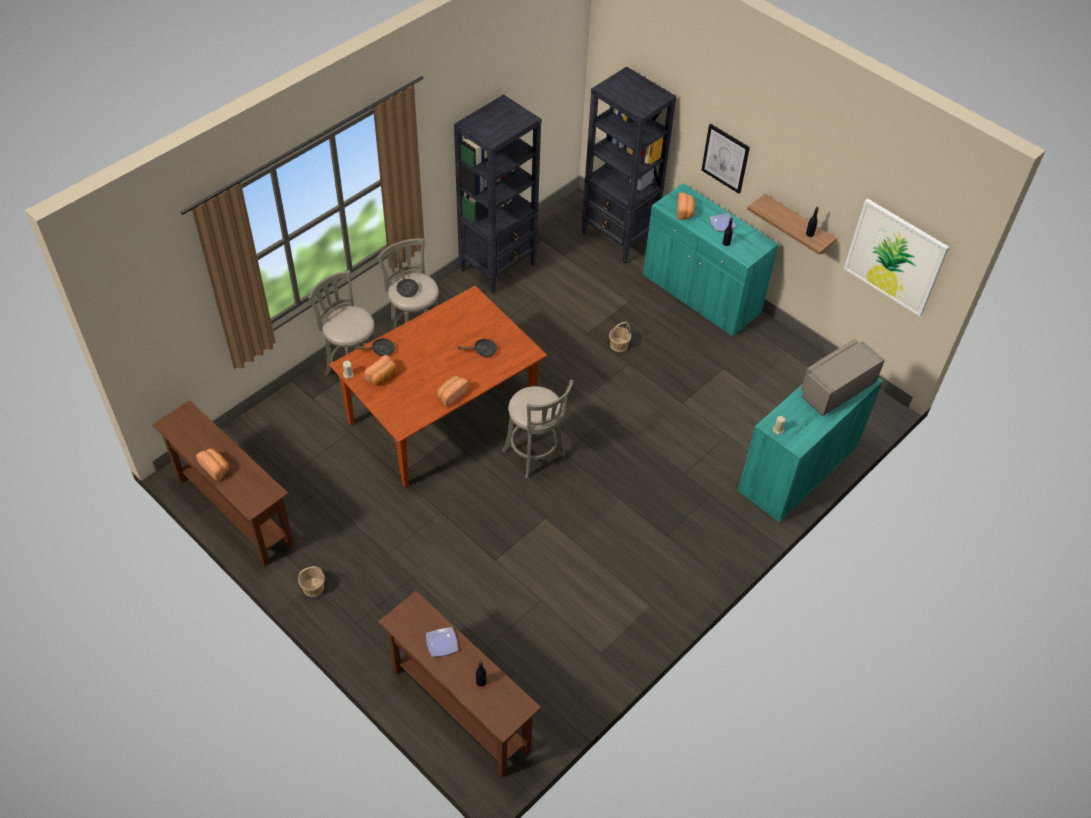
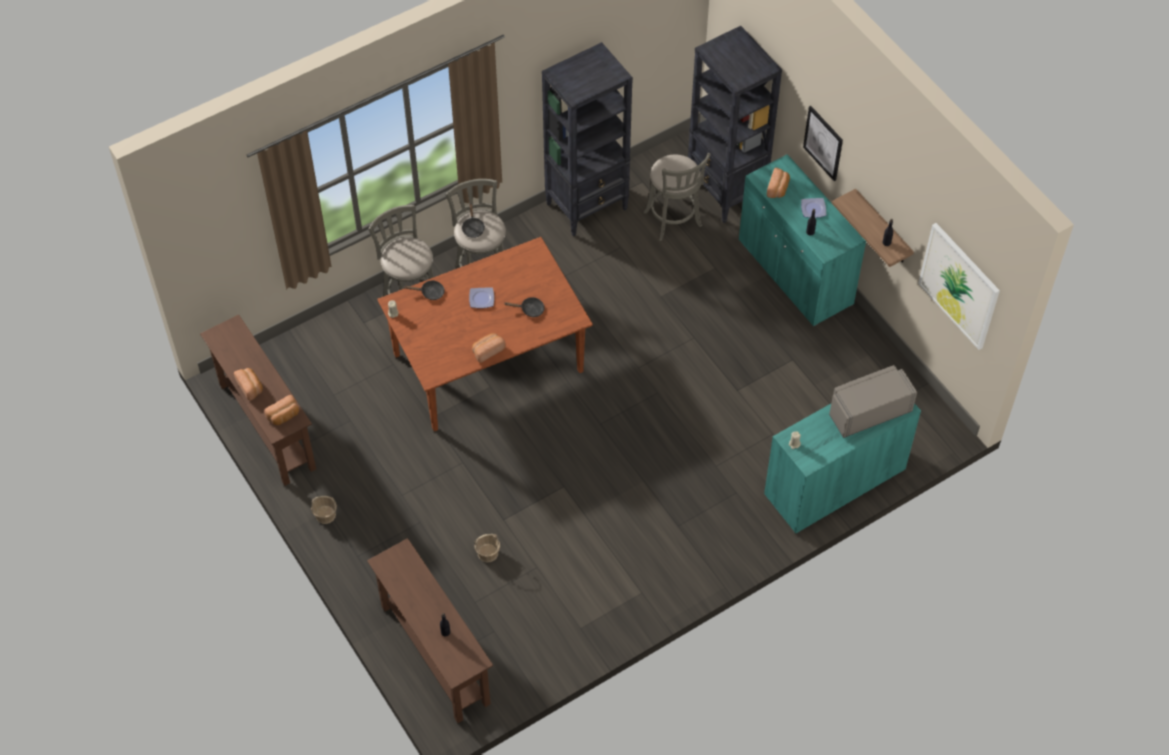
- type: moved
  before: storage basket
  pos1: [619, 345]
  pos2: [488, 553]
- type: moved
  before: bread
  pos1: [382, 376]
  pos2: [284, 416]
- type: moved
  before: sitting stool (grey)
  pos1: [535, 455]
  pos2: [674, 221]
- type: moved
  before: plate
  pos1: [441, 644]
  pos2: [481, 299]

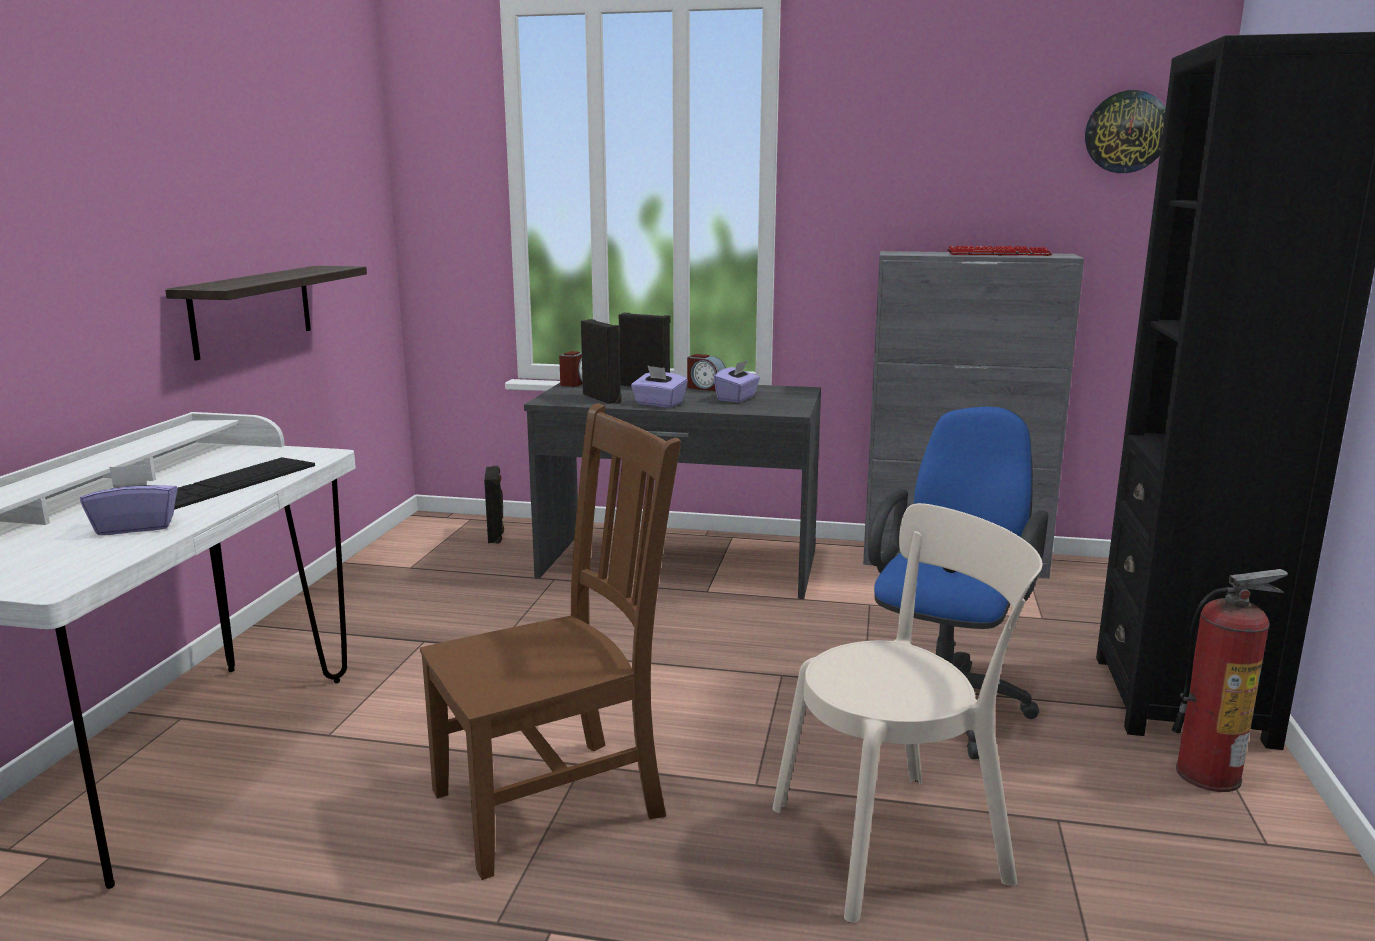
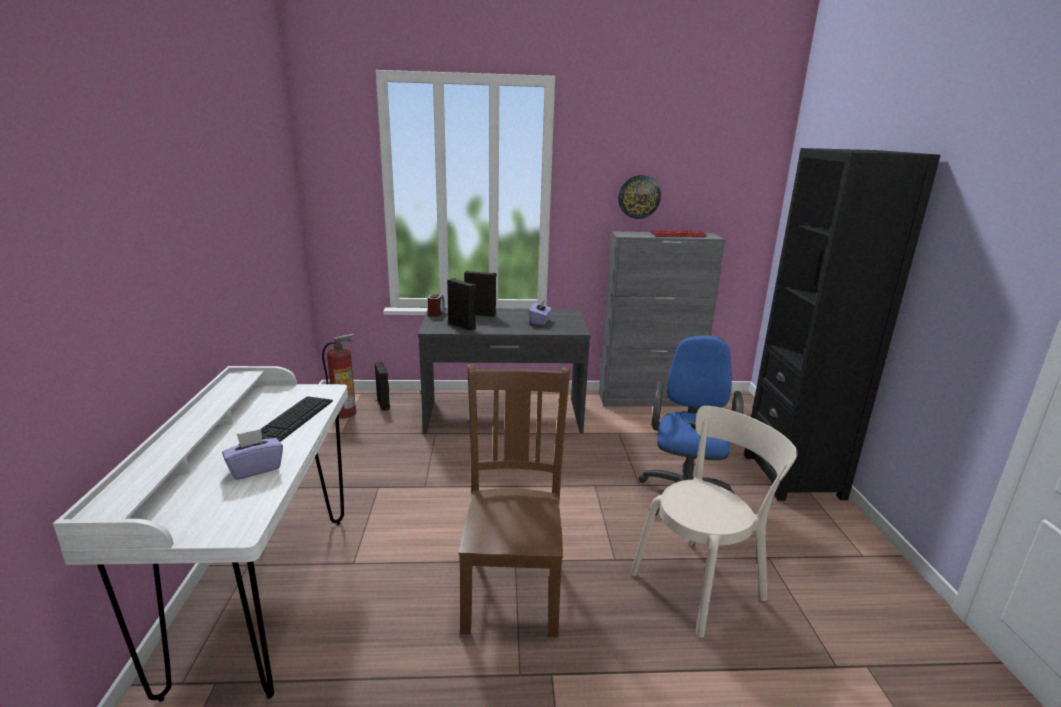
- type: moved
  before: hanging clock
  pos1: [1126, 132]
  pos2: [639, 197]
- type: removed
  before: shelf
  pos1: [252, 310]
- type: removed
  before: alarm clock
  pos1: [705, 388]
- type: removed
  before: box of tissues (purplish)
  pos1: [659, 404]
- type: turned
  before: upright chair (brownish)
  pos1: [555, 801]
  pos2: [512, 588]
  turn: -45
- type: moved
  before: fire extinguisher
  pos1: [1208, 774]
  pos2: [345, 413]

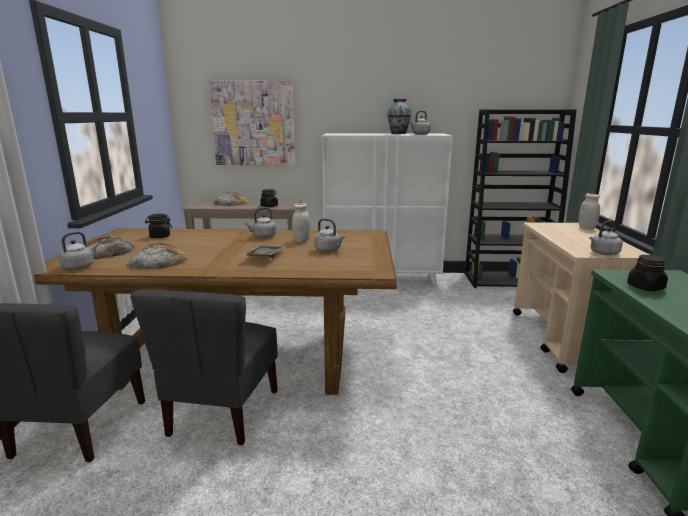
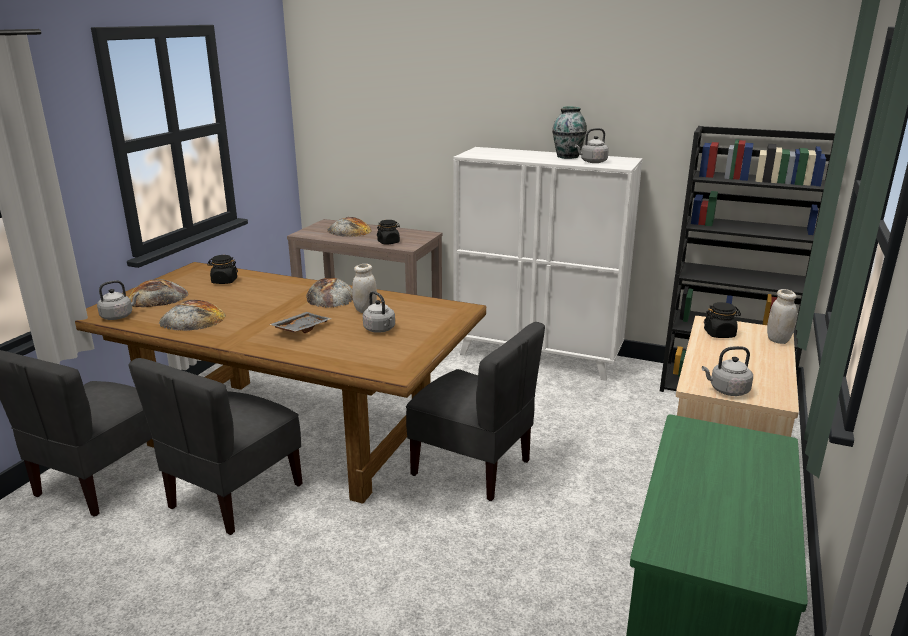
- type: removed
  before: wall art
  pos1: [253, 123]
- type: replaced
  before: tea kettle (grey)
  after: bread
  pos1: [263, 236]
  pos2: [330, 296]
- type: moved
  before: preserve jar (blackish)
  pos1: [645, 287]
  pos2: [719, 334]
- type: added
  after: upright chair (grey)
  pos2: [472, 467]

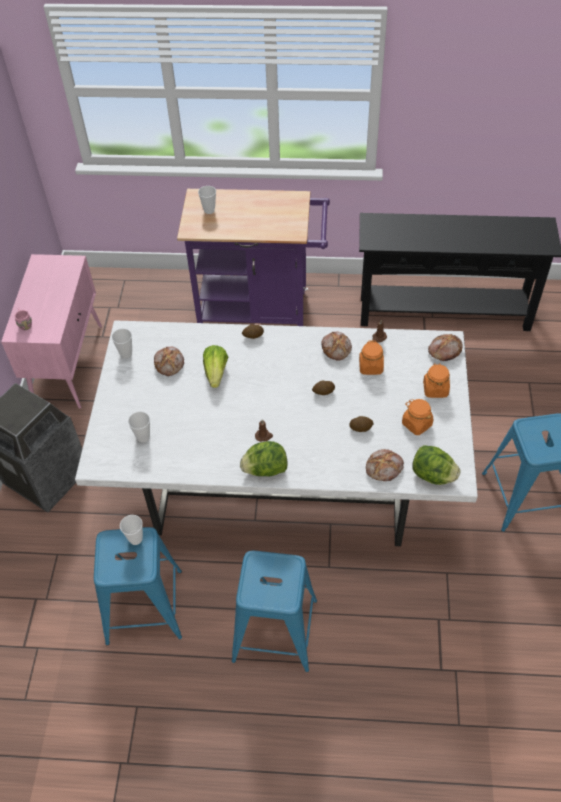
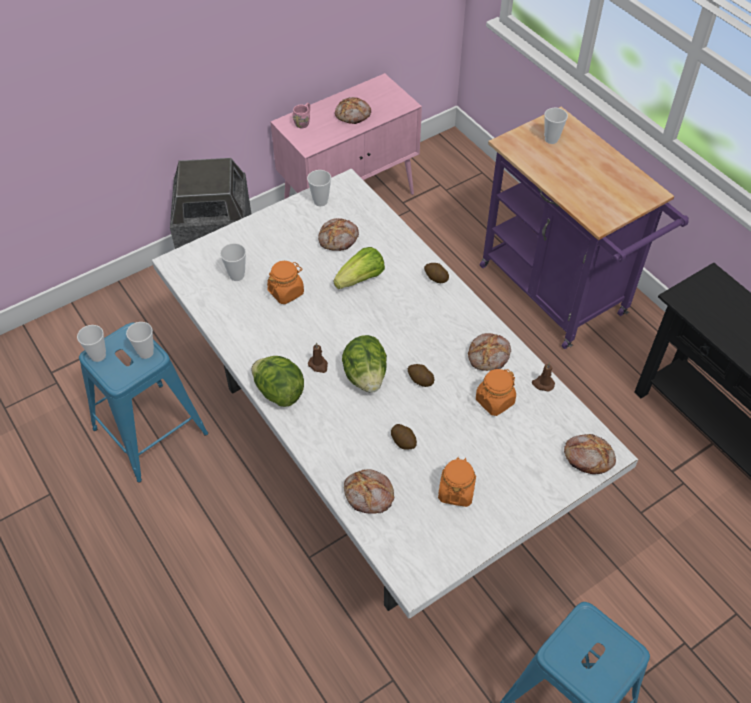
- type: moved
  before: preserve jar (orangey)
  pos1: [435, 389]
  pos2: [286, 292]
- type: moved
  before: lettuce
  pos1: [433, 475]
  pos2: [365, 376]
- type: removed
  before: sitting stool (blue)
  pos1: [275, 630]
- type: added
  after: bread
  pos2: [353, 115]
- type: added
  after: cup
  pos2: [98, 355]

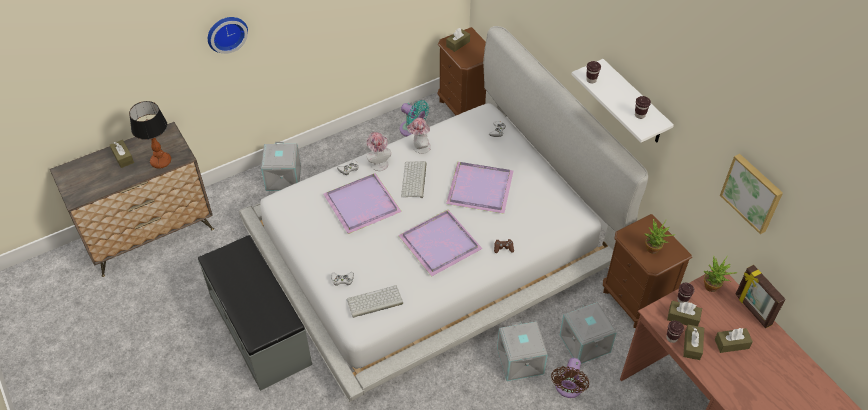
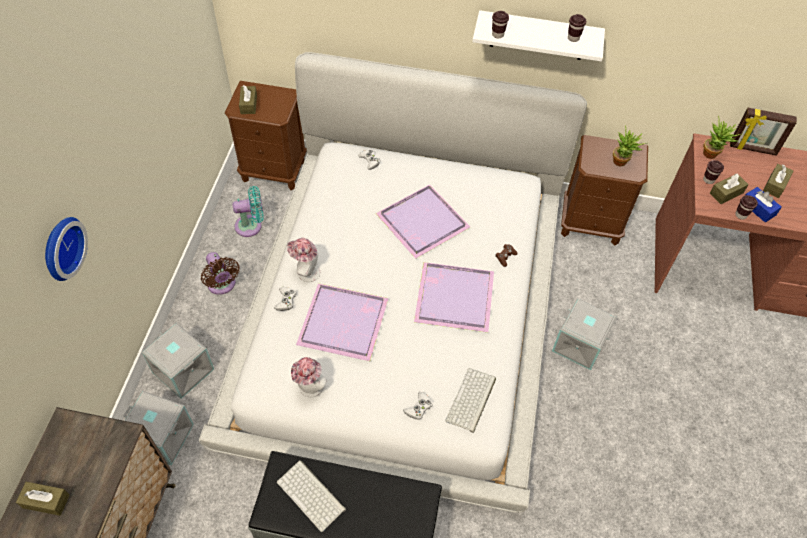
- type: removed
  before: table lamp
  pos1: [161, 162]
- type: moved
  before: wearable hat
  pos1: [419, 148]
  pos2: [309, 389]
- type: removed
  before: wall art
  pos1: [752, 192]
- type: moved
  before: computer keyboard
  pos1: [414, 180]
  pos2: [312, 495]
- type: moved
  before: storage container (grey)
  pos1: [586, 343]
  pos2: [163, 436]
- type: recoloured
  before: box of tissues (brownish)
  after: box of tissues (blue)
  pos1: [692, 345]
  pos2: [758, 209]
- type: moved
  before: electric fan (brownish)
  pos1: [568, 388]
  pos2: [222, 285]

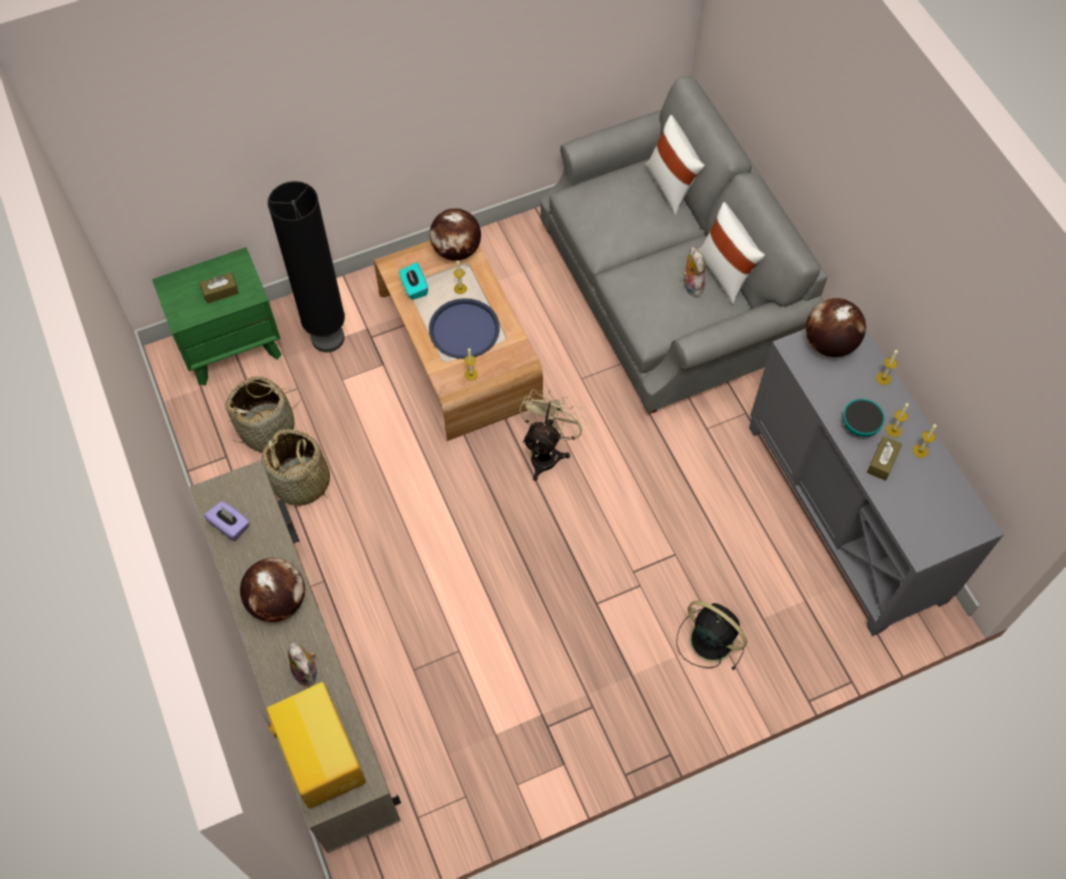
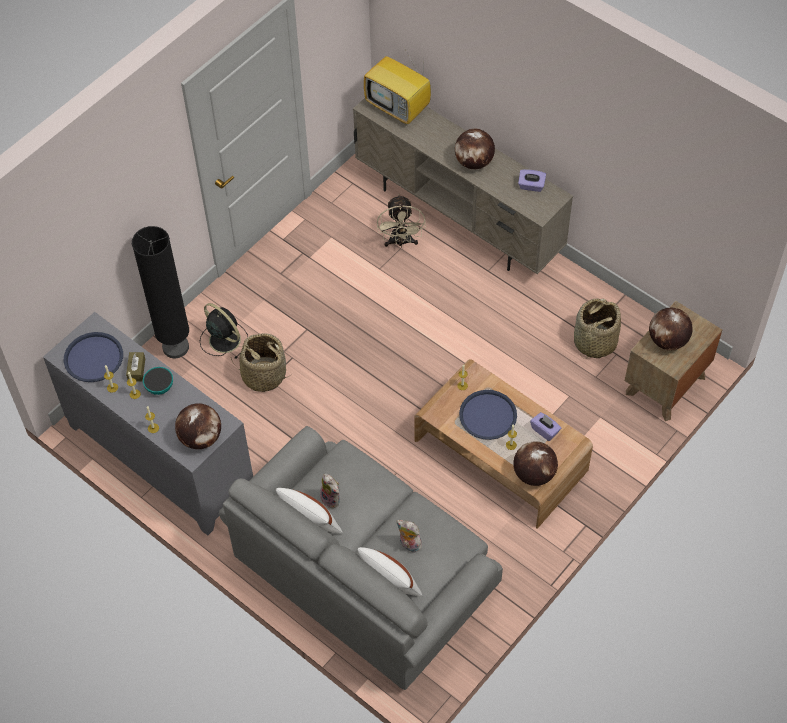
- type: moved
  before: floor lamp (blackish)
  pos1: [328, 338]
  pos2: [175, 347]
- type: recoloured
  before: nightstand (green)
  after: nightstand (brownish)
  pos1: [232, 345]
  pos2: [665, 385]
- type: recoloured
  before: box of tissues (turquoise)
  after: box of tissues (purplish)
  pos1: [414, 288]
  pos2: [545, 430]
- type: replaced
  before: box of tissues (brownish)
  after: desk globe
  pos1: [220, 292]
  pos2: [667, 341]
- type: moved
  before: electric fan (beige)
  pos1: [547, 452]
  pos2: [401, 242]
- type: moved
  before: storage basket
  pos1: [301, 482]
  pos2: [263, 375]
- type: turned
  before: electric fan (blackish)
  pos1: [709, 639]
  pos2: [223, 339]
  turn: -150
- type: moved
  before: plush toy
  pos1: [307, 672]
  pos2: [409, 545]
- type: added
  after: serving tray (blue)
  pos2: [93, 358]

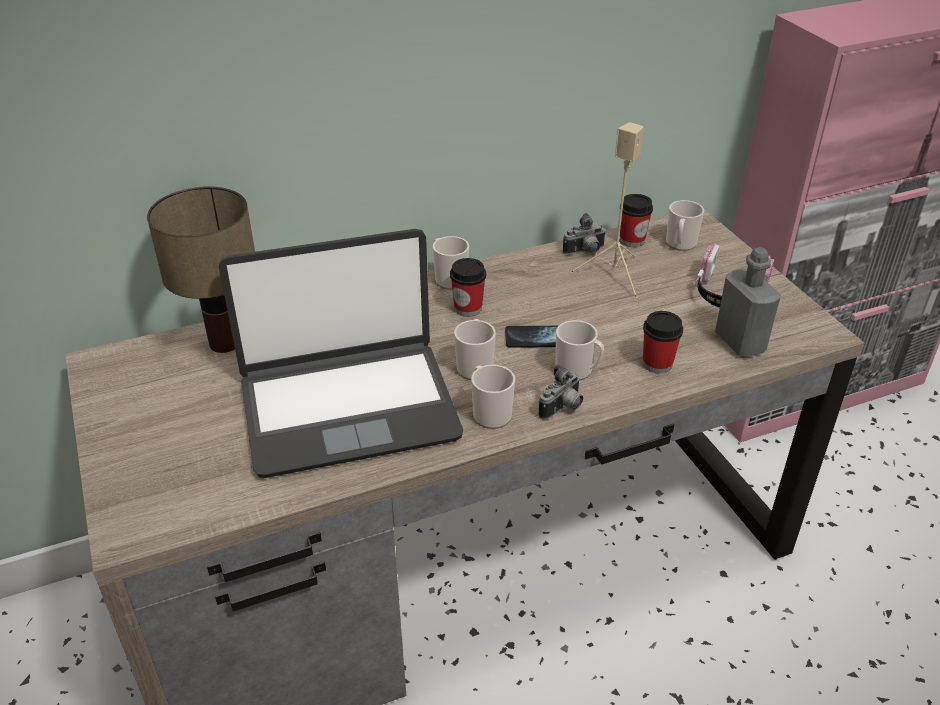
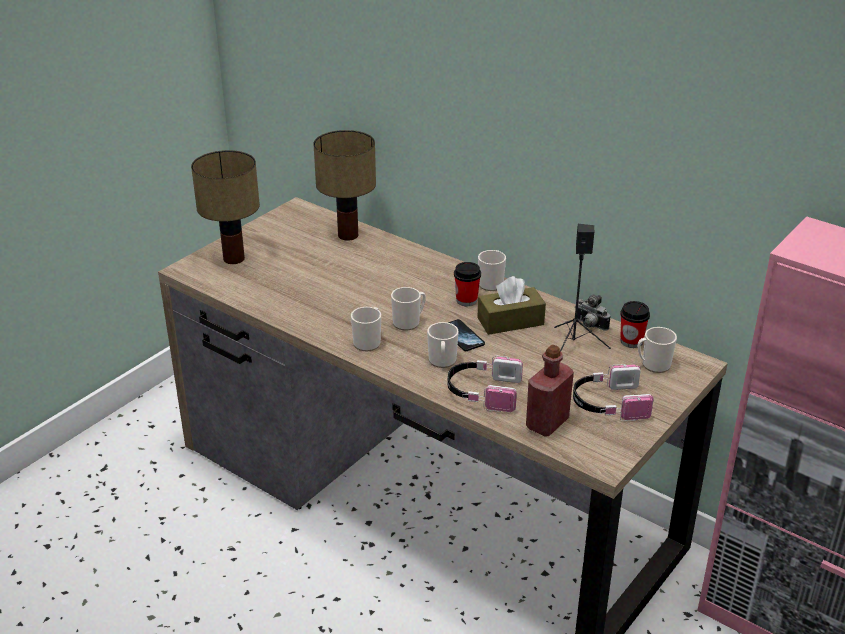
- type: recoloured
  before: loudspeaker (beige)
  after: loudspeaker (blackish)
  pos1: [614, 275]
  pos2: [573, 346]
- type: removed
  before: portable computer
  pos1: [348, 407]
- type: recoloured
  before: drink bottle (grey)
  after: drink bottle (reddish)
  pos1: [740, 342]
  pos2: [547, 423]
- type: replaced
  before: cup
  after: pair of headphones
  pos1: [657, 364]
  pos2: [483, 392]
- type: removed
  before: photo camera
  pos1: [562, 408]
- type: added
  after: table lamp
  pos2: [235, 259]
- type: added
  after: box of tissues (brownish)
  pos2: [510, 321]

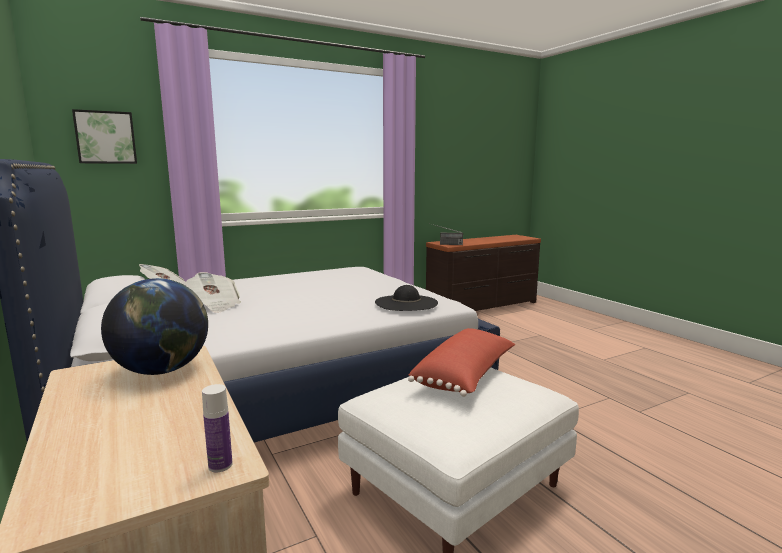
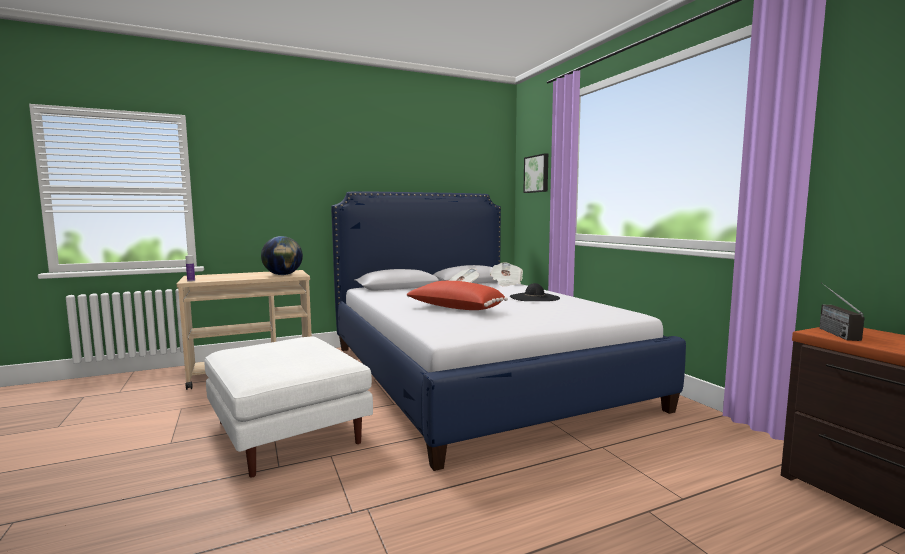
- type: moved
  before: wearable hat (blackish)
  pos1: [406, 303]
  pos2: [534, 297]
- type: moved
  before: pillow (reddish)
  pos1: [466, 377]
  pos2: [455, 309]

